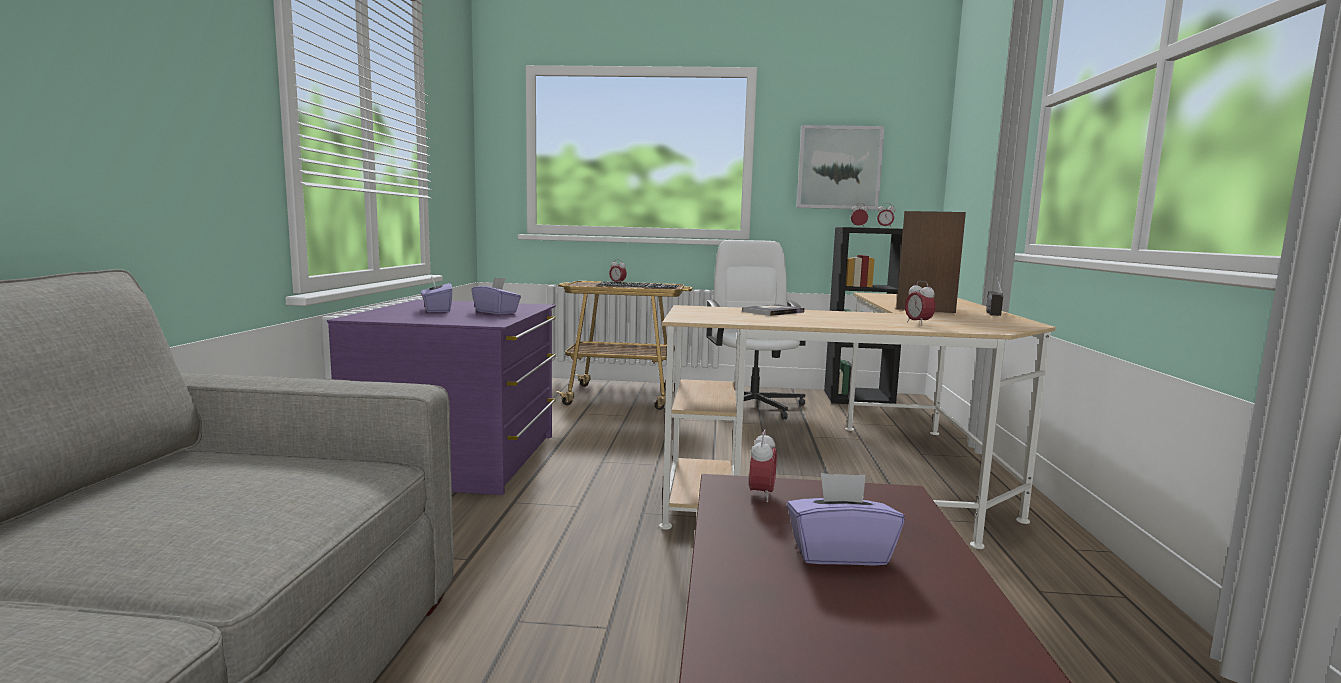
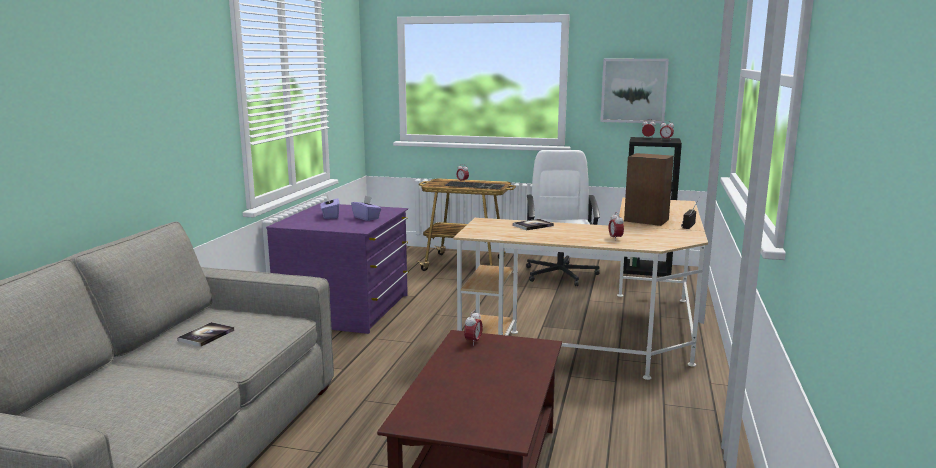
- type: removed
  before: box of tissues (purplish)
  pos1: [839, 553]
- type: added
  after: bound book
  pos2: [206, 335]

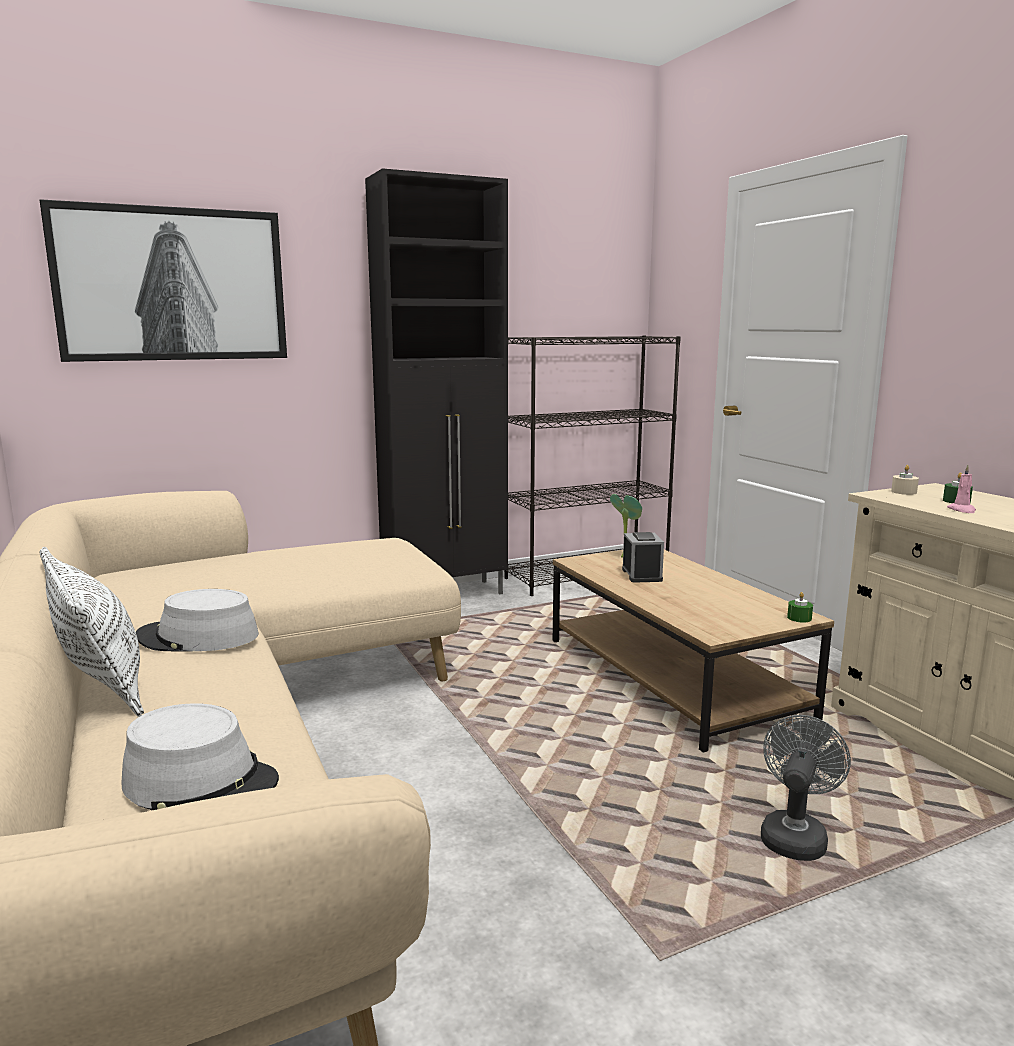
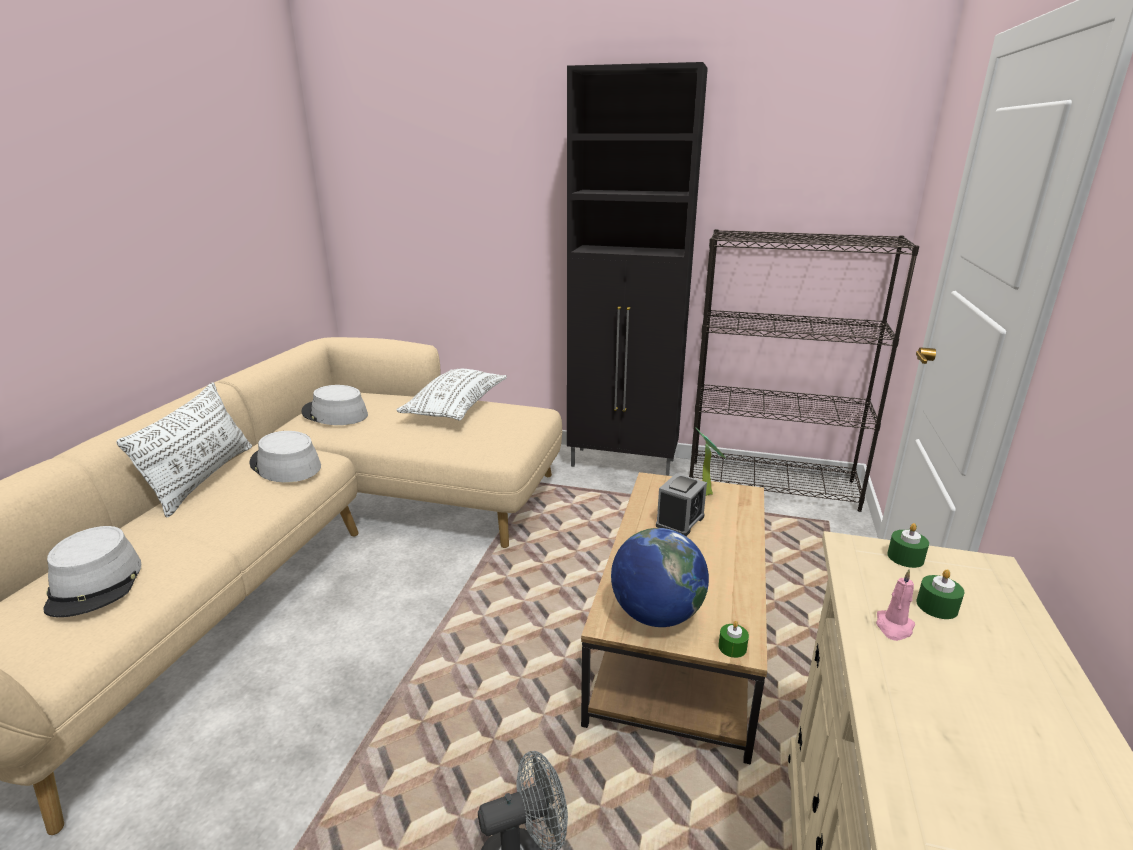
- type: removed
  before: wall art
  pos1: [172, 285]
- type: recoloured
  before: wax candle (beige)
  after: wax candle (green)
  pos1: [903, 492]
  pos2: [905, 557]
- type: added
  after: pillow (white)
  pos2: [456, 407]
- type: added
  after: wearable hat (grey)
  pos2: [334, 414]
- type: added
  after: desk globe
  pos2: [656, 614]

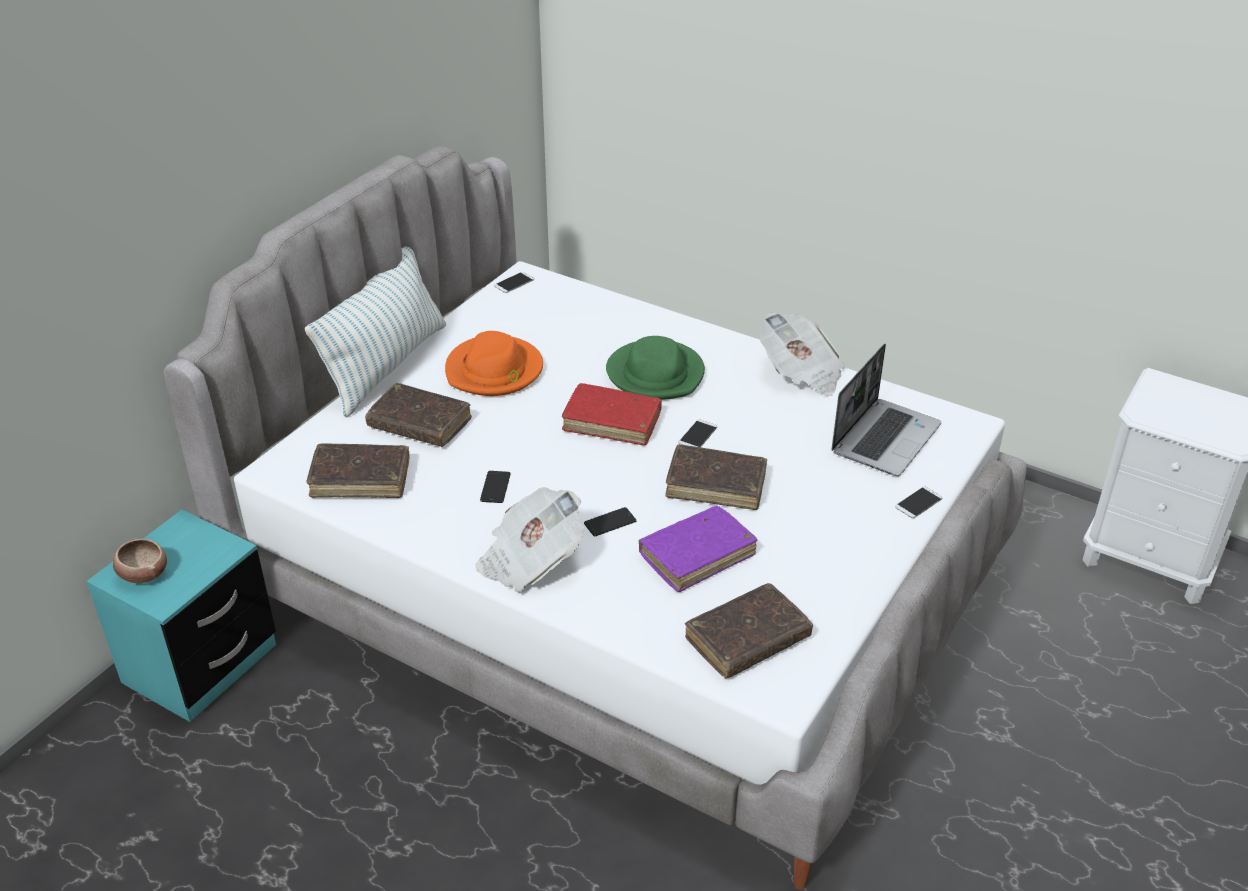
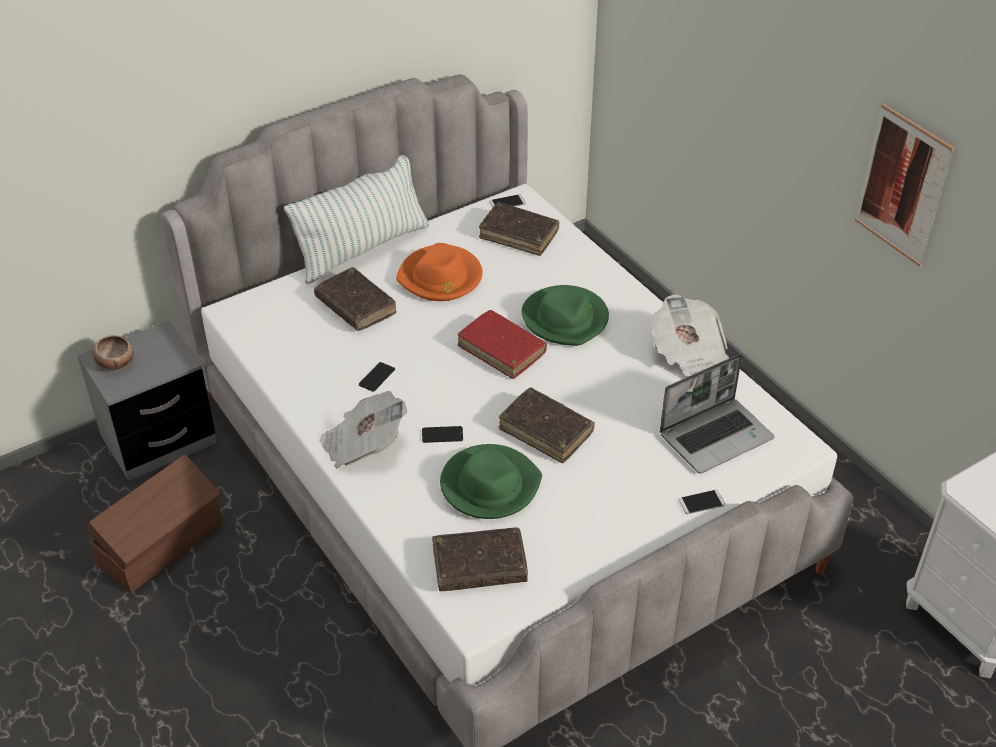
- type: removed
  before: phone
  pos1: [698, 435]
- type: moved
  before: bound book (brownish)
  pos1: [360, 479]
  pos2: [519, 235]
- type: replaced
  before: bound book (purplish)
  after: wearable hat (green)
  pos1: [697, 556]
  pos2: [489, 485]
- type: recoloured
  before: nightstand (turquoise)
  after: nightstand (grey)
  pos1: [201, 664]
  pos2: [158, 440]
- type: added
  after: wall art
  pos2: [903, 185]
- type: added
  after: storage container (brownish)
  pos2: [163, 544]

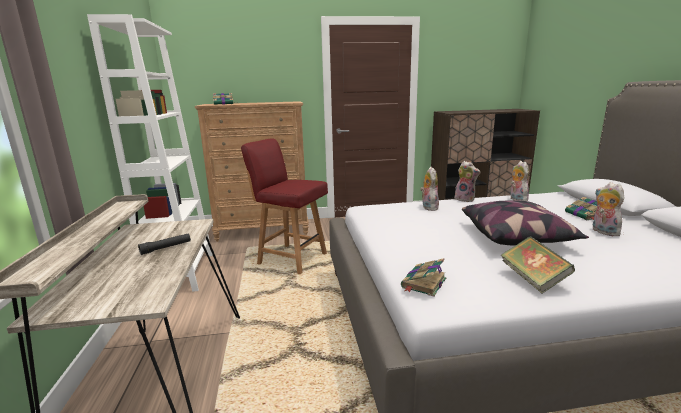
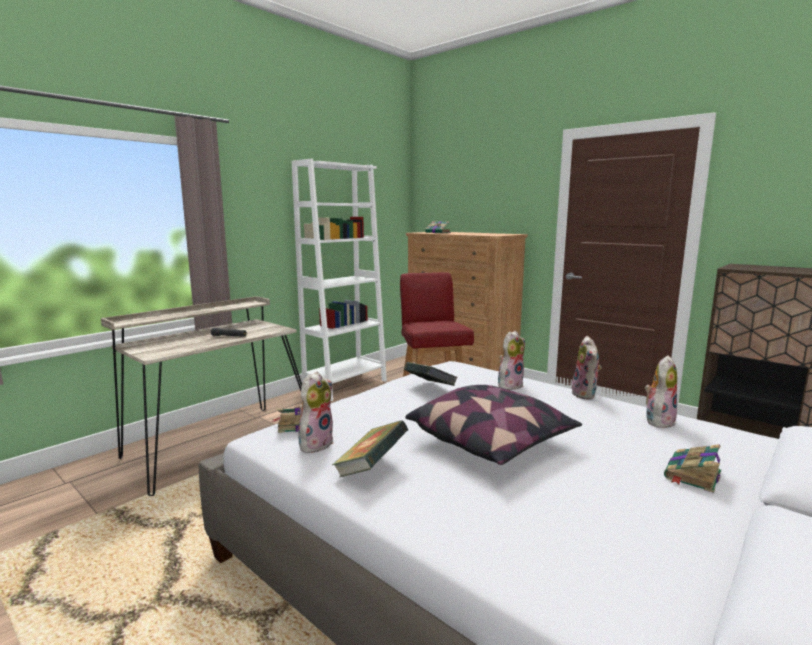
- type: moved
  before: plush toy
  pos1: [603, 232]
  pos2: [315, 443]
- type: added
  after: bound book
  pos2: [430, 388]

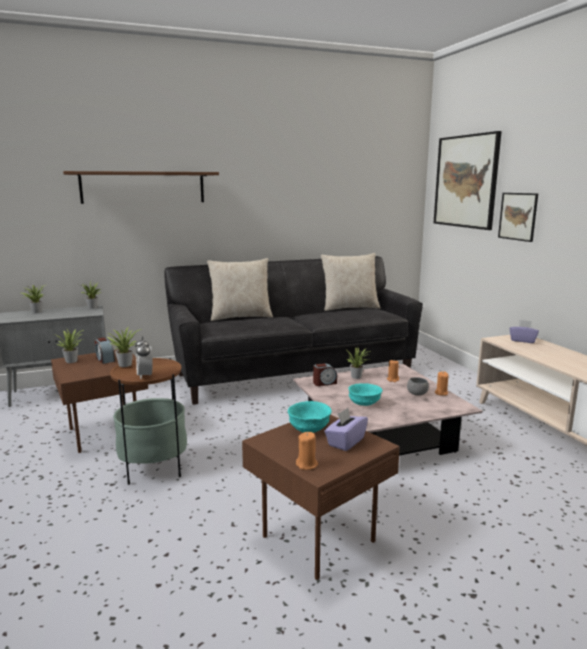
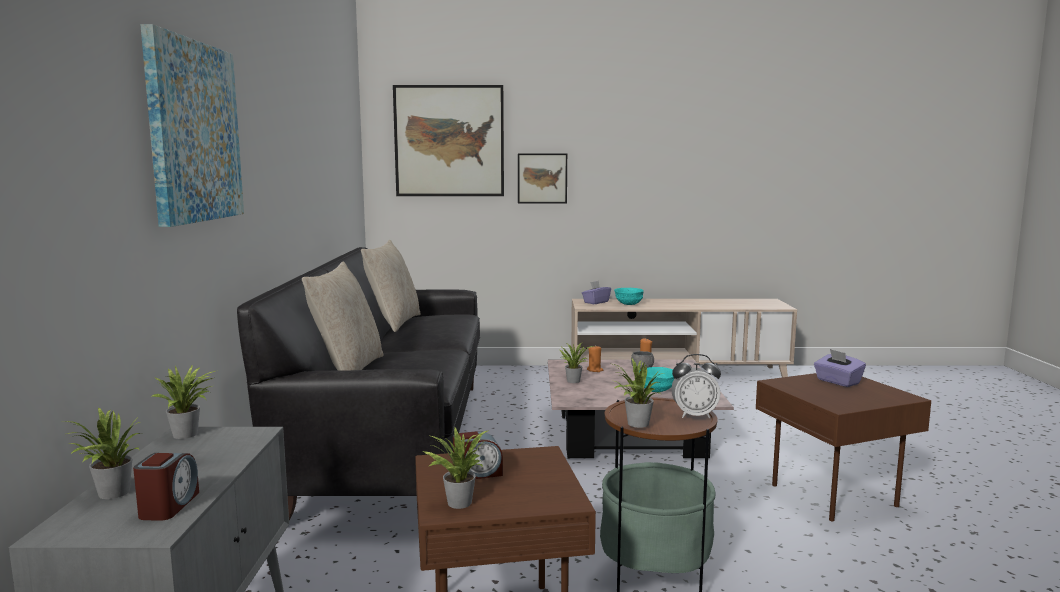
- type: replaced
  before: shelf (brownish)
  after: wall art
  pos1: [143, 187]
  pos2: [193, 132]
- type: moved
  before: alarm clock
  pos1: [324, 383]
  pos2: [169, 506]
- type: moved
  before: serving bowl (turquoise)
  pos1: [309, 429]
  pos2: [629, 303]
- type: removed
  before: wax candle (orangey)
  pos1: [307, 465]

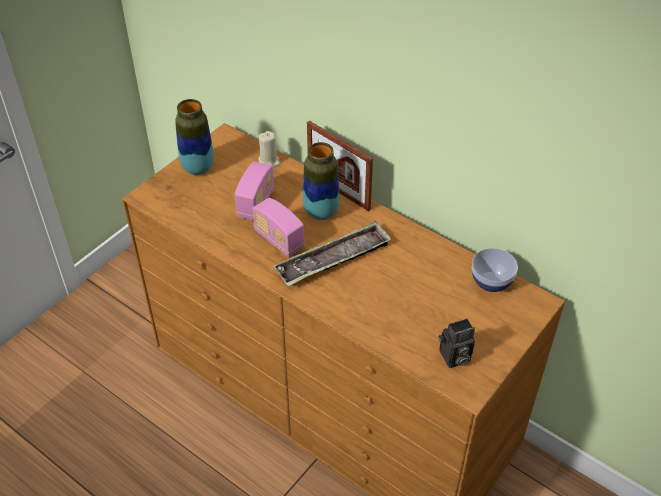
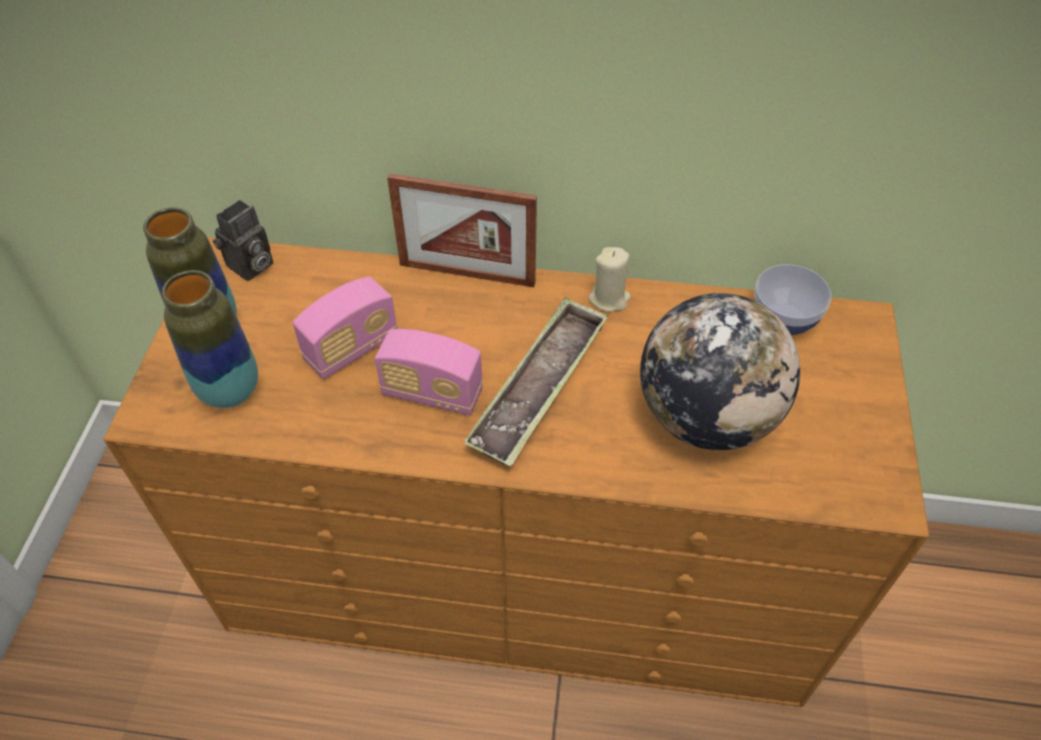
- type: moved
  before: wax candle (beige)
  pos1: [269, 161]
  pos2: [609, 299]
- type: moved
  before: vase
  pos1: [321, 212]
  pos2: [230, 390]
- type: turned
  before: radio receiver
  pos1: [256, 204]
  pos2: [352, 348]
  turn: 60
- type: moved
  before: photo camera
  pos1: [454, 358]
  pos2: [250, 267]
- type: added
  after: desk globe
  pos2: [706, 416]

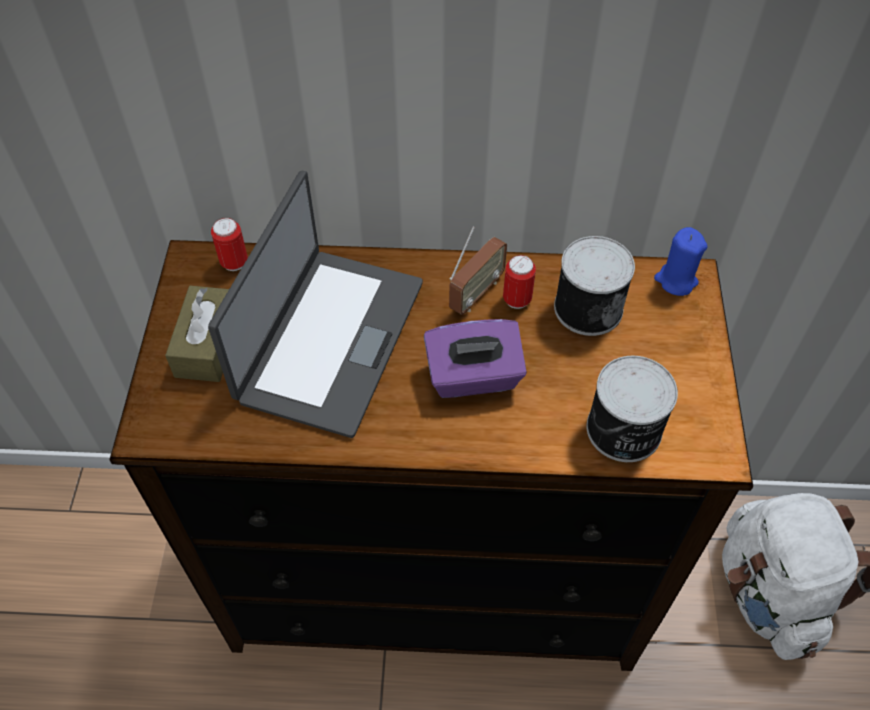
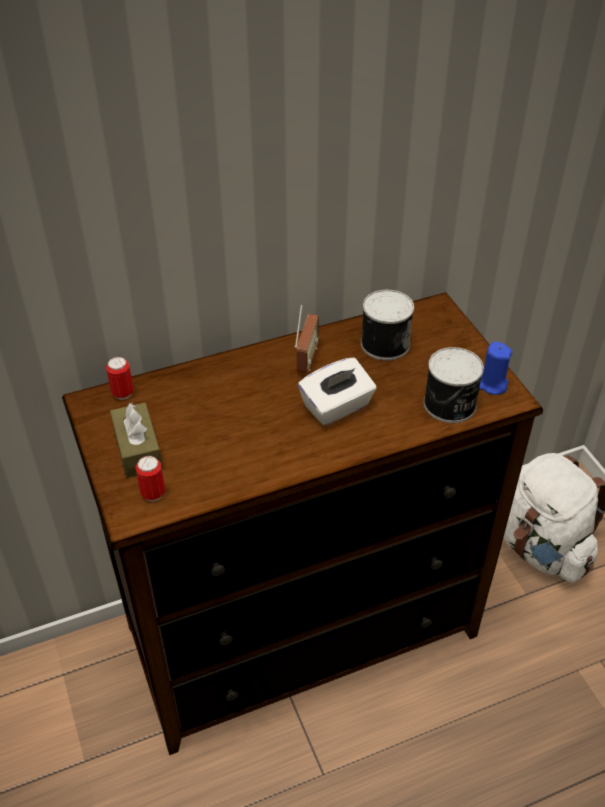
- type: removed
  before: portable computer
  pos1: [328, 340]
- type: moved
  before: wax candle (blue)
  pos1: [675, 280]
  pos2: [492, 385]
- type: moved
  before: metal can
  pos1: [517, 299]
  pos2: [153, 493]
- type: recoloured
  before: box of tissues (purplish)
  after: box of tissues (white)
  pos1: [473, 377]
  pos2: [337, 407]

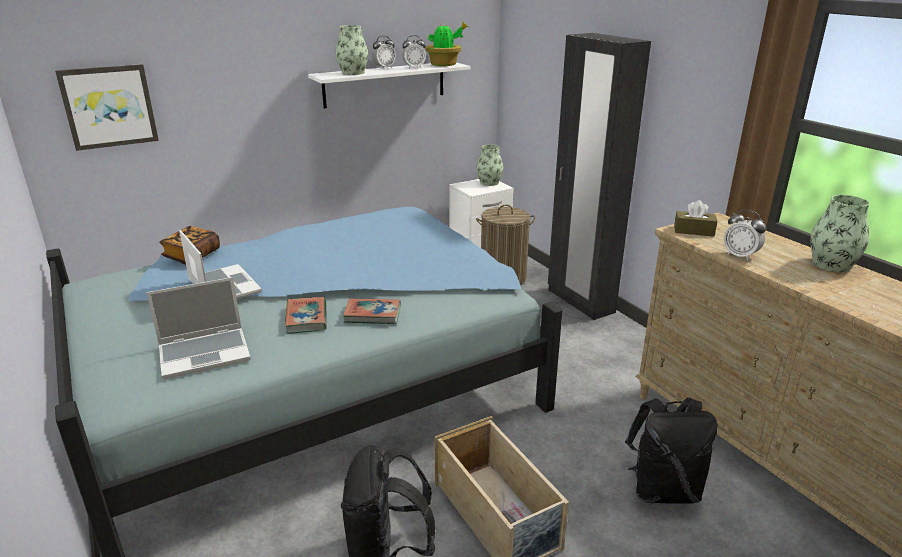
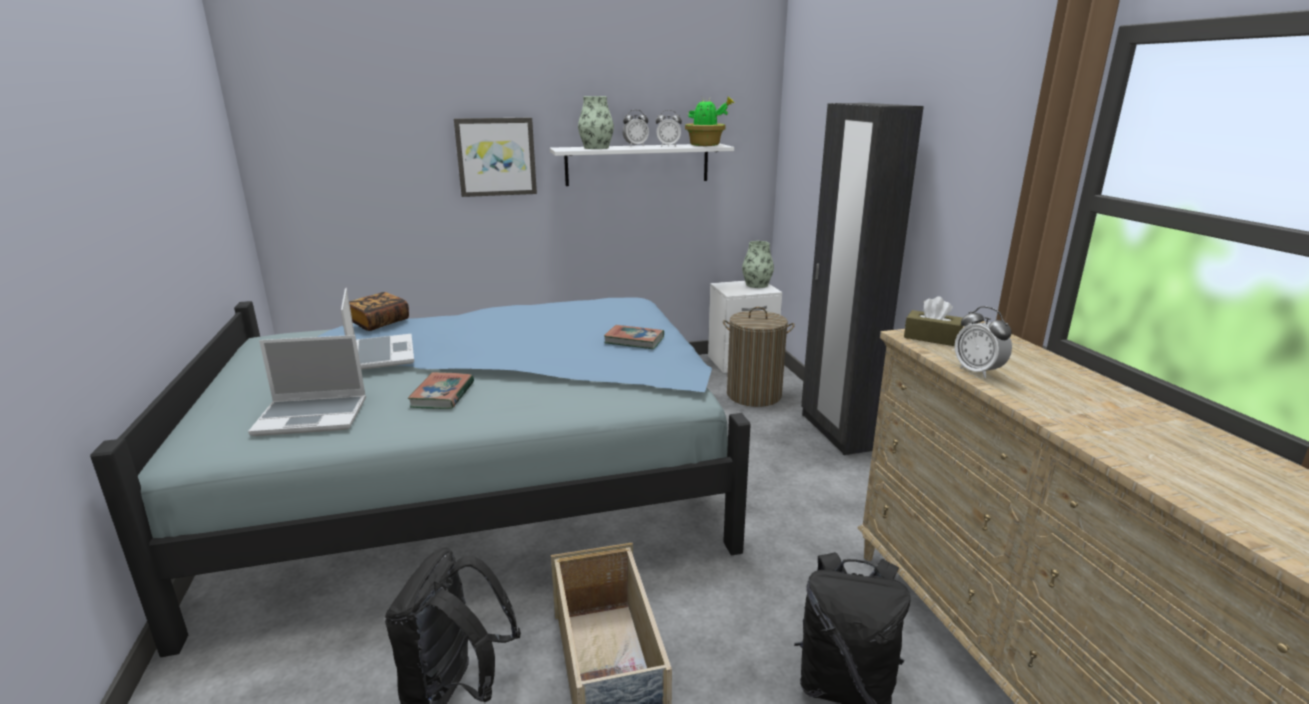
- type: moved
  before: wall art
  pos1: [109, 106]
  pos2: [496, 157]
- type: removed
  before: vase
  pos1: [831, 264]
- type: moved
  before: bound book
  pos1: [372, 314]
  pos2: [634, 340]

